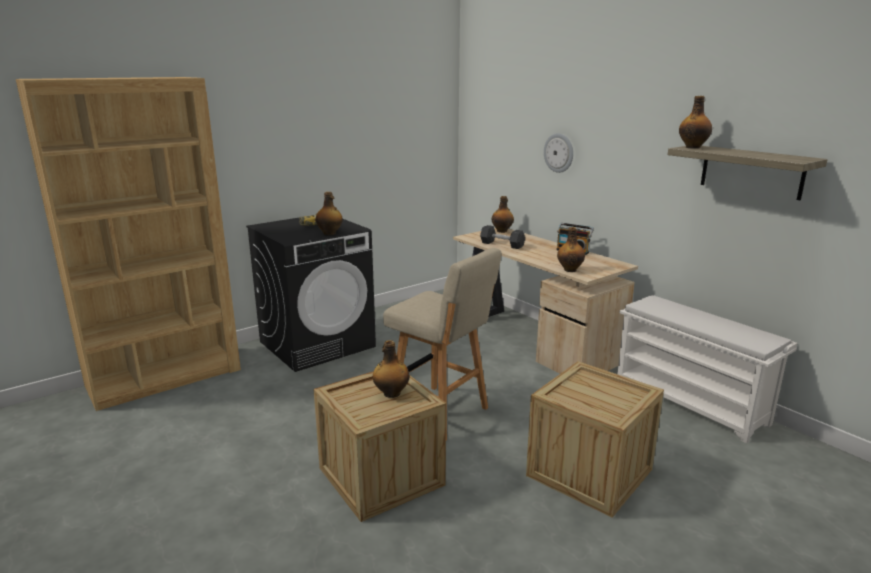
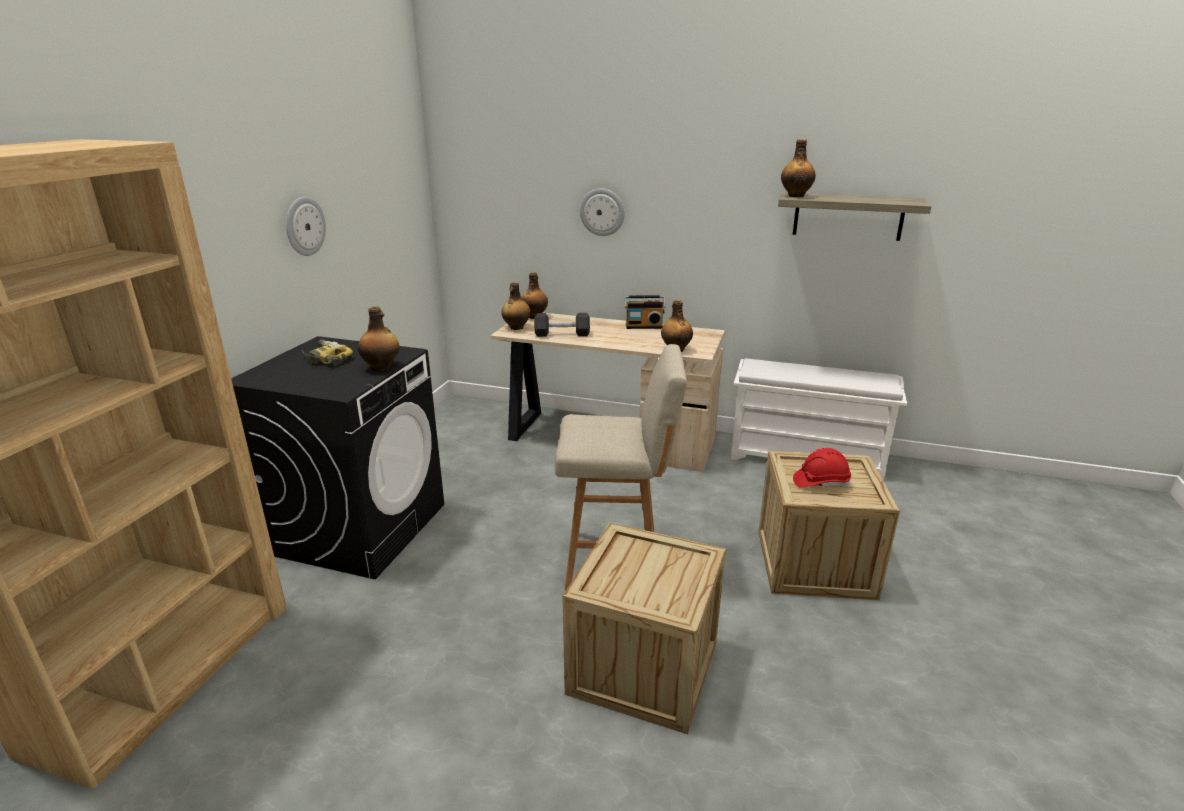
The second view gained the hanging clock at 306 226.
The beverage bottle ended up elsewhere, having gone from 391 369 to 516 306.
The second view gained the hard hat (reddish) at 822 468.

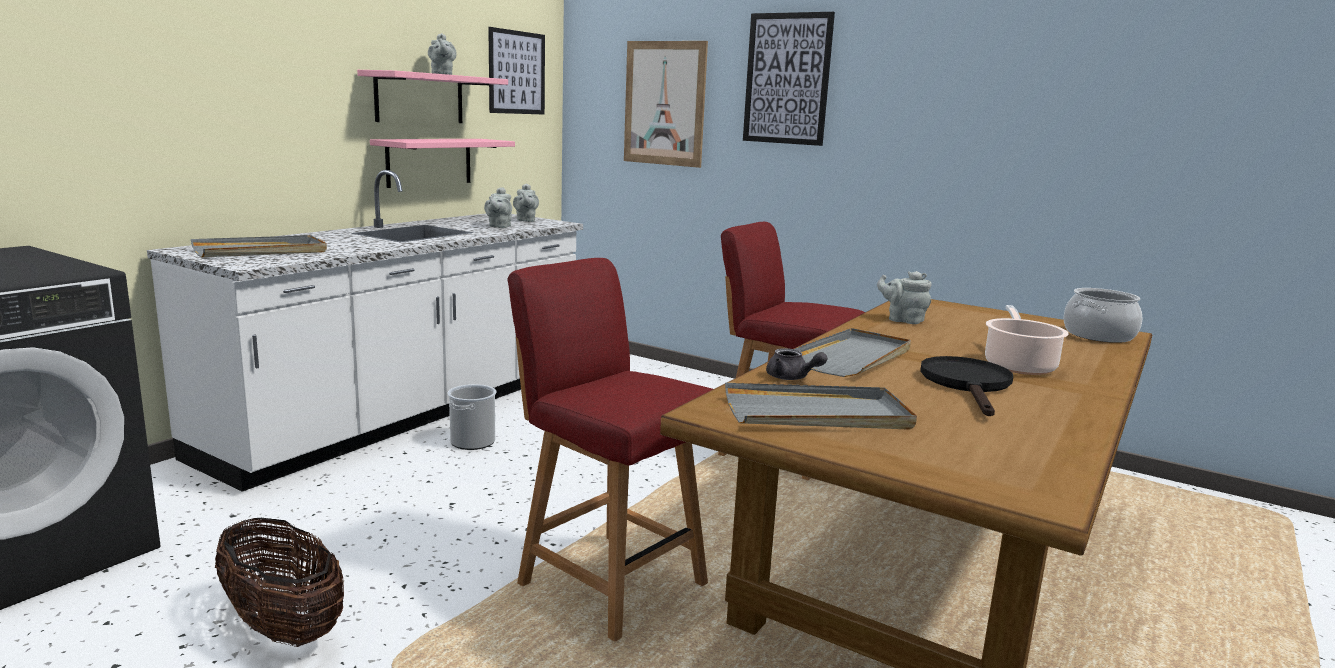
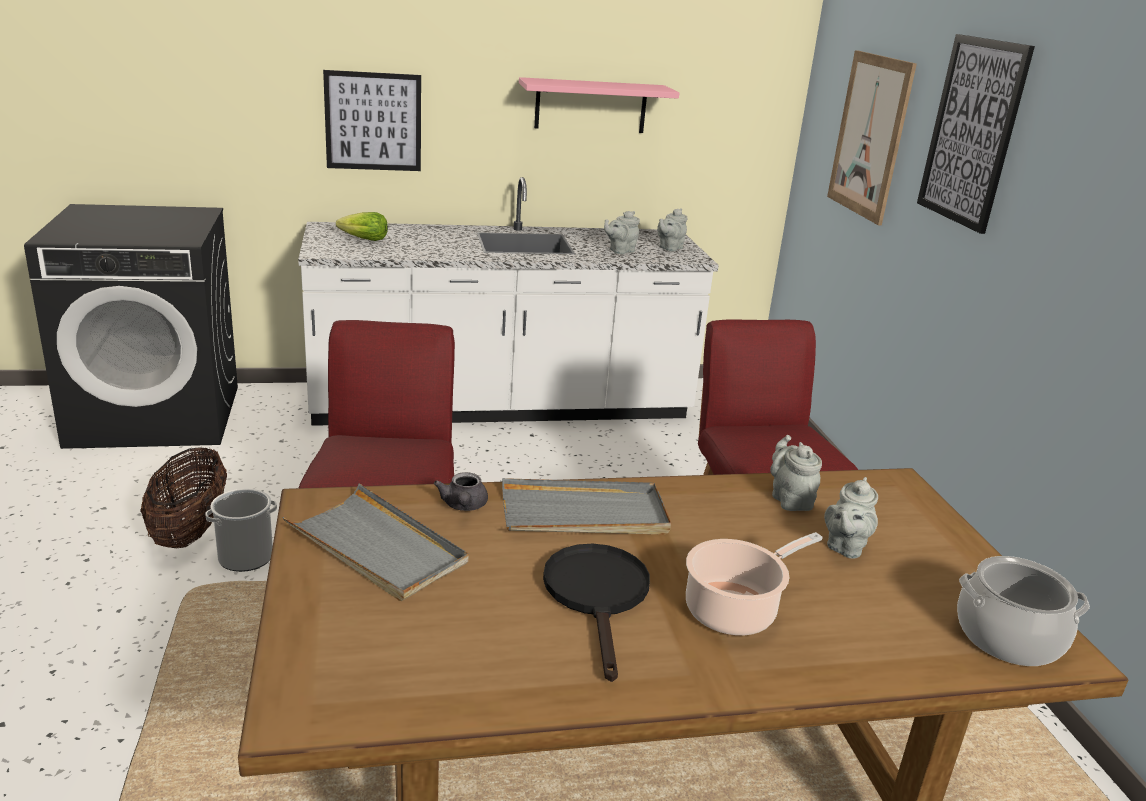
The bucket ended up elsewhere, having gone from 471 417 to 241 530.
The wall picture ended up elsewhere, having gone from 516 71 to 372 120.
Where the serving tray (gray) stood at 259 246, the lettuce head came to stand at 362 226.
The skillet (blackish) at 966 386 ended up facing another way, 60 degrees counterclockwise from before.
The teapot (gray) ended up elsewhere, having gone from 442 54 to 851 517.
The second view lost the shelf (pink-coloured) at 442 163.

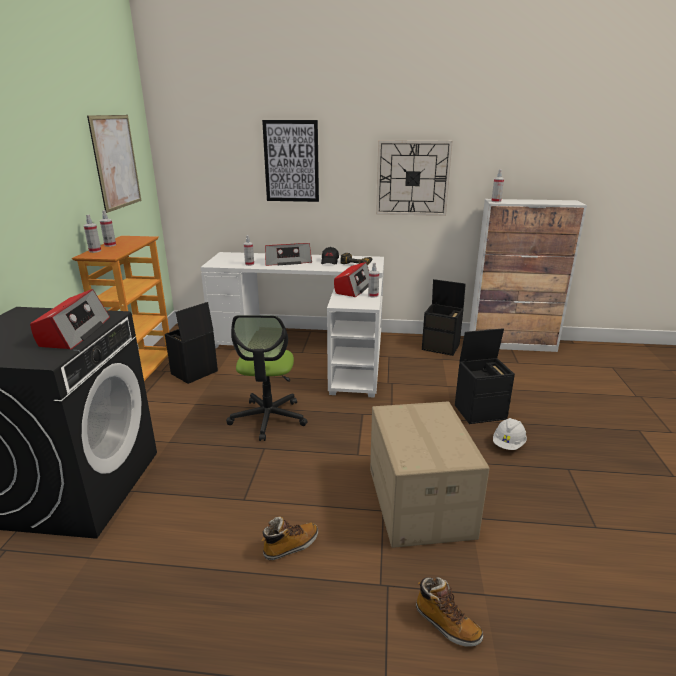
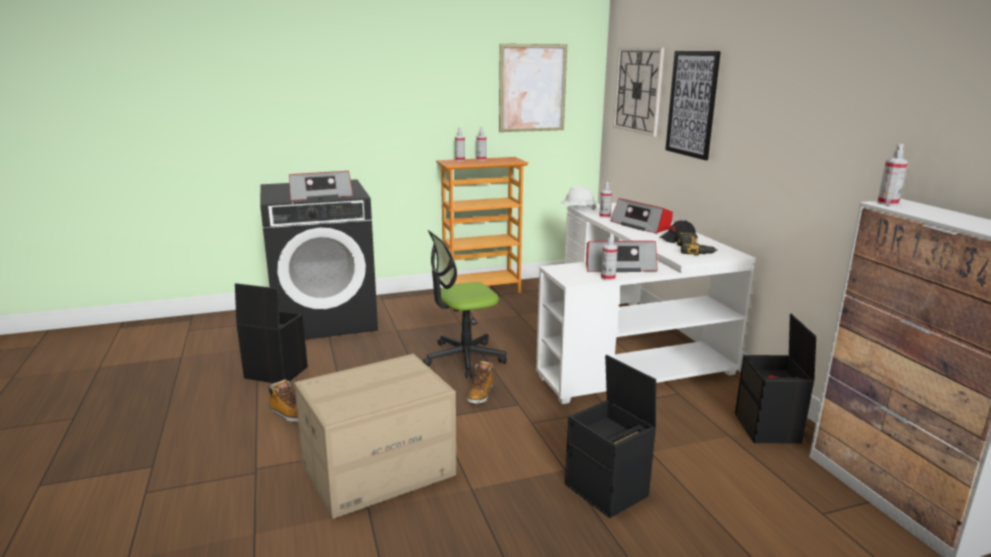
The storage container (blackish) ended up elsewhere, having gone from 191 343 to 271 333.
The high-top boot ended up elsewhere, having gone from 449 612 to 479 382.
The hard hat (whitish) ended up elsewhere, having gone from 510 434 to 578 198.
The hanging clock ended up elsewhere, having gone from 414 178 to 639 92.

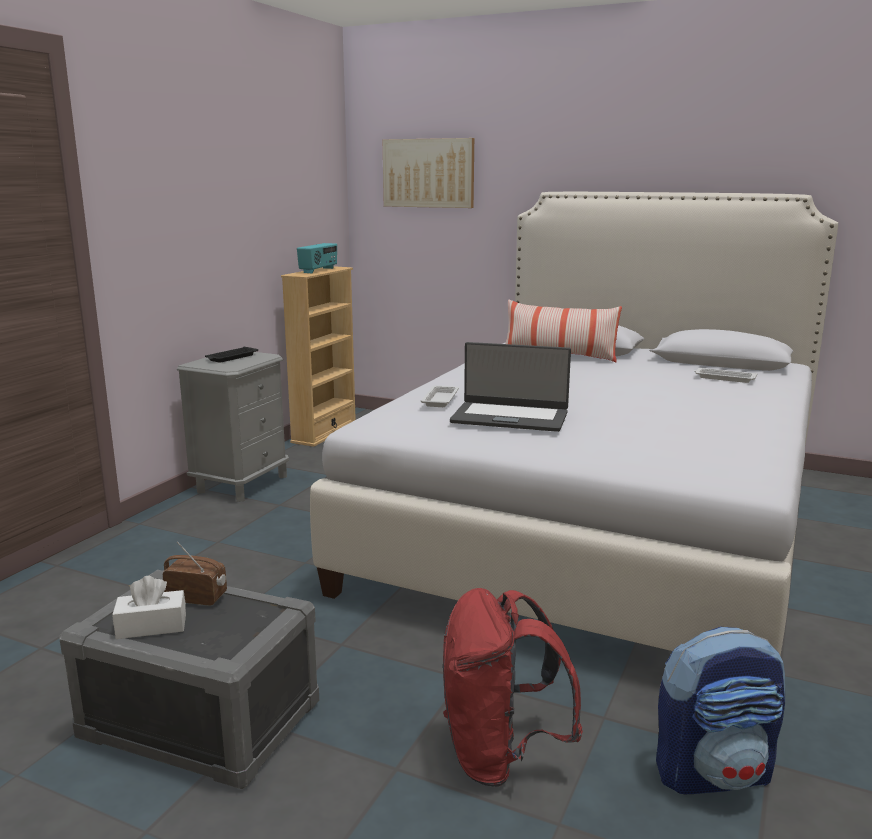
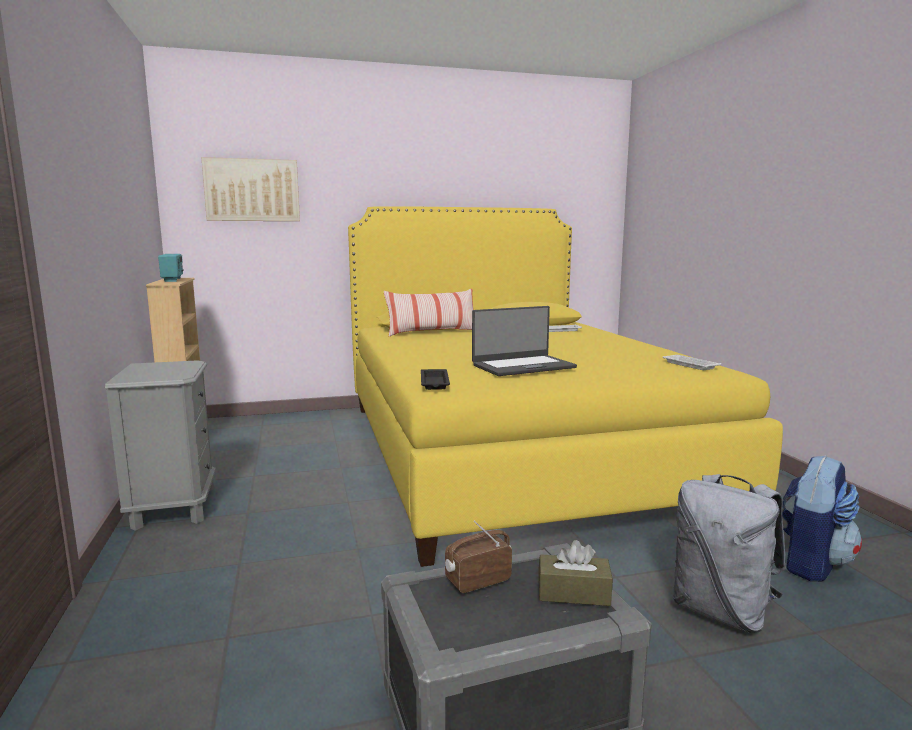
What was the sleeping bed (whitish) at 574 423 turned into the sleeping bed (yellow) at 565 386.
The serving tray (blackish) ended up elsewhere, having gone from 231 355 to 435 379.
The second view gained the tissue box (brownish) at 575 573.
The serving tray (whitish) ended up elsewhere, having gone from 440 396 to 691 362.
What was the backpack (reddish) at 513 687 turned into the backpack (gray) at 729 553.
The second view lost the tissue box (whitish) at 149 607.

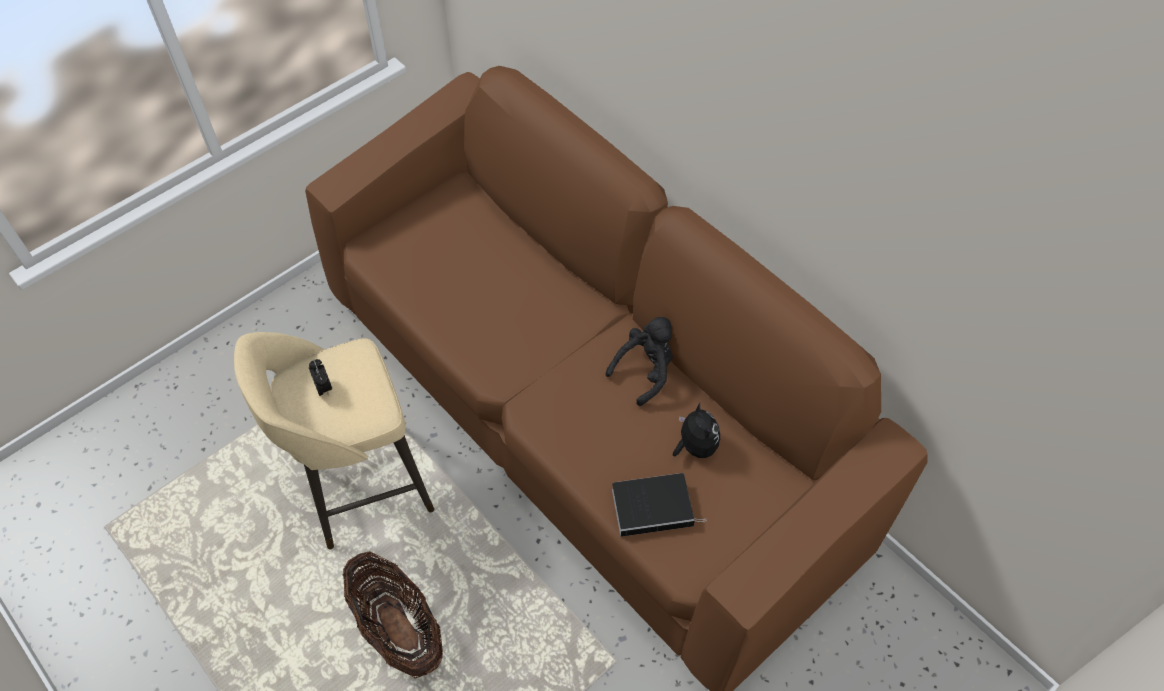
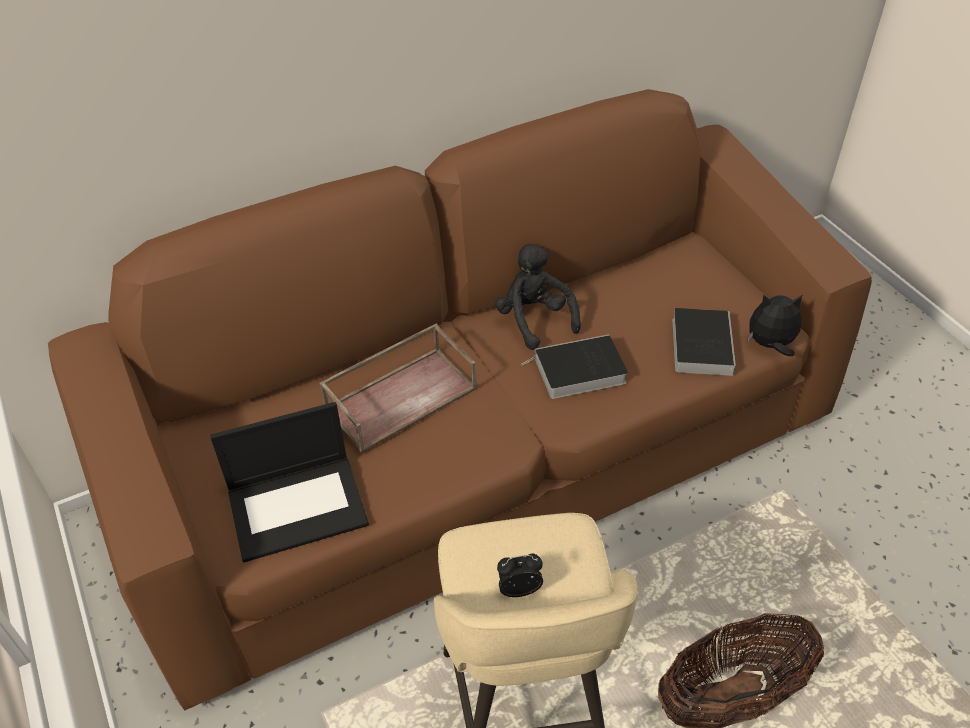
The second view gained the laptop at 289 482.
The second view gained the serving tray (brownish) at 398 388.
The second view gained the volume at 574 366.
The cuddly toy ended up elsewhere, having gone from 696 430 to 775 325.

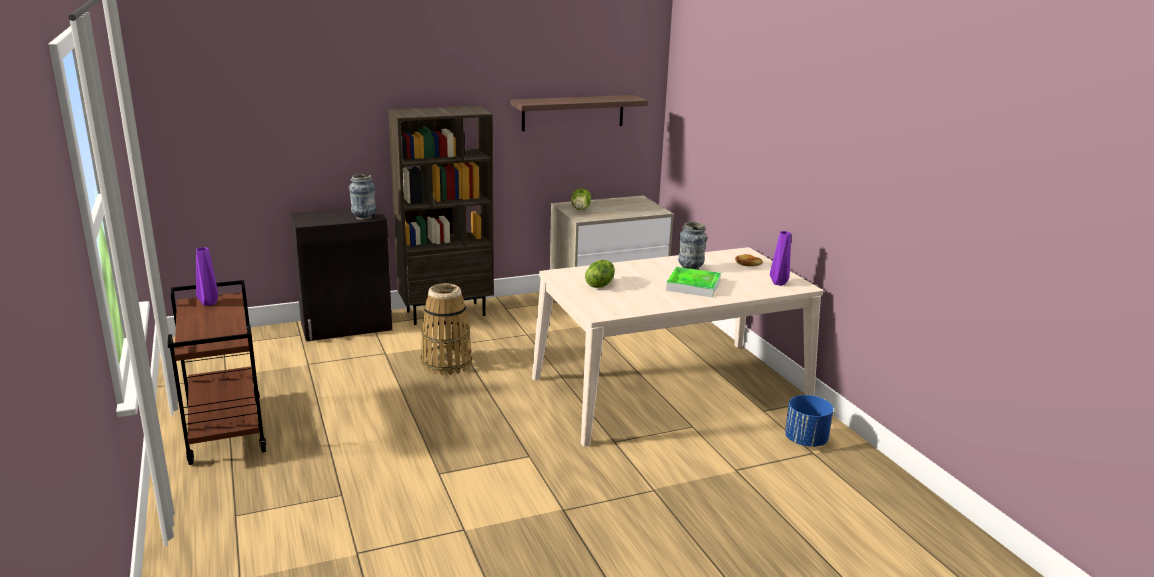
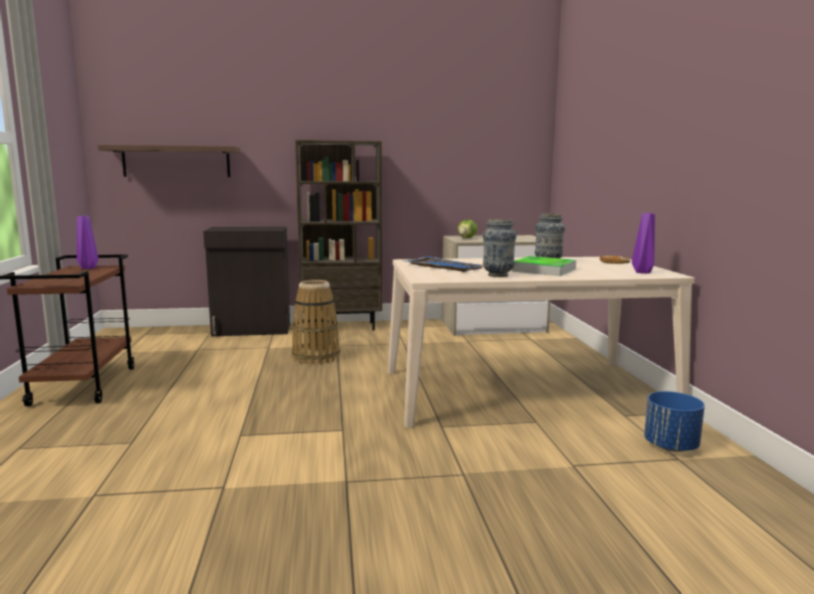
The shelf ended up elsewhere, having gone from 579 113 to 169 161.
Where the lettuce head stood at 600 274, the serving tray (blue) came to stand at 443 264.
The decorative vase ended up elsewhere, having gone from 362 197 to 499 248.

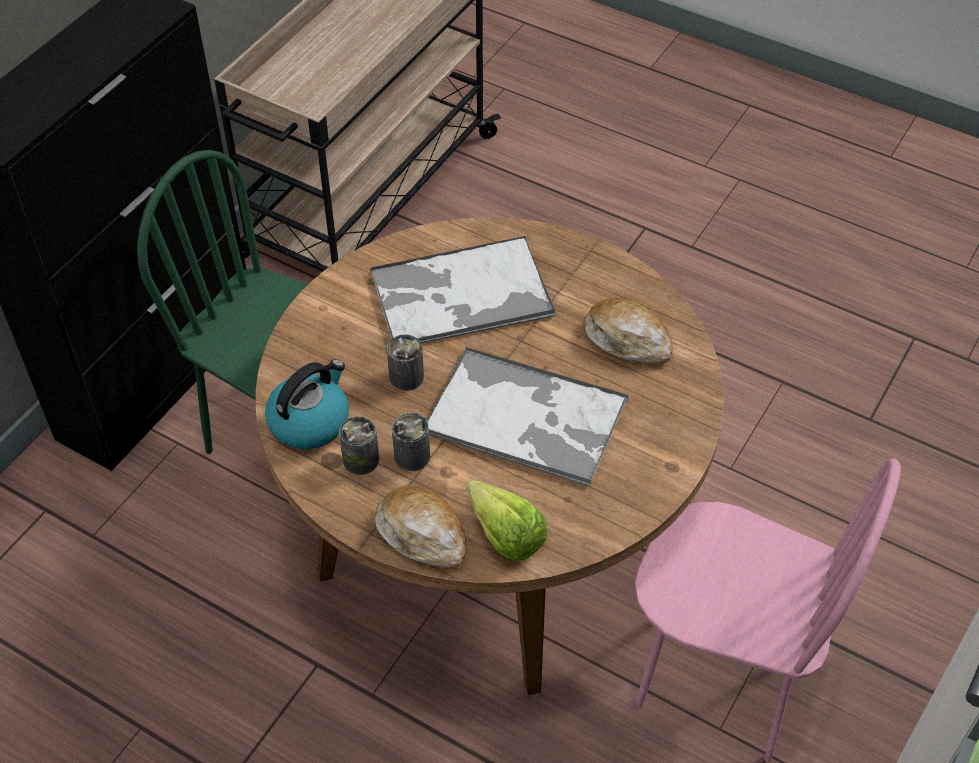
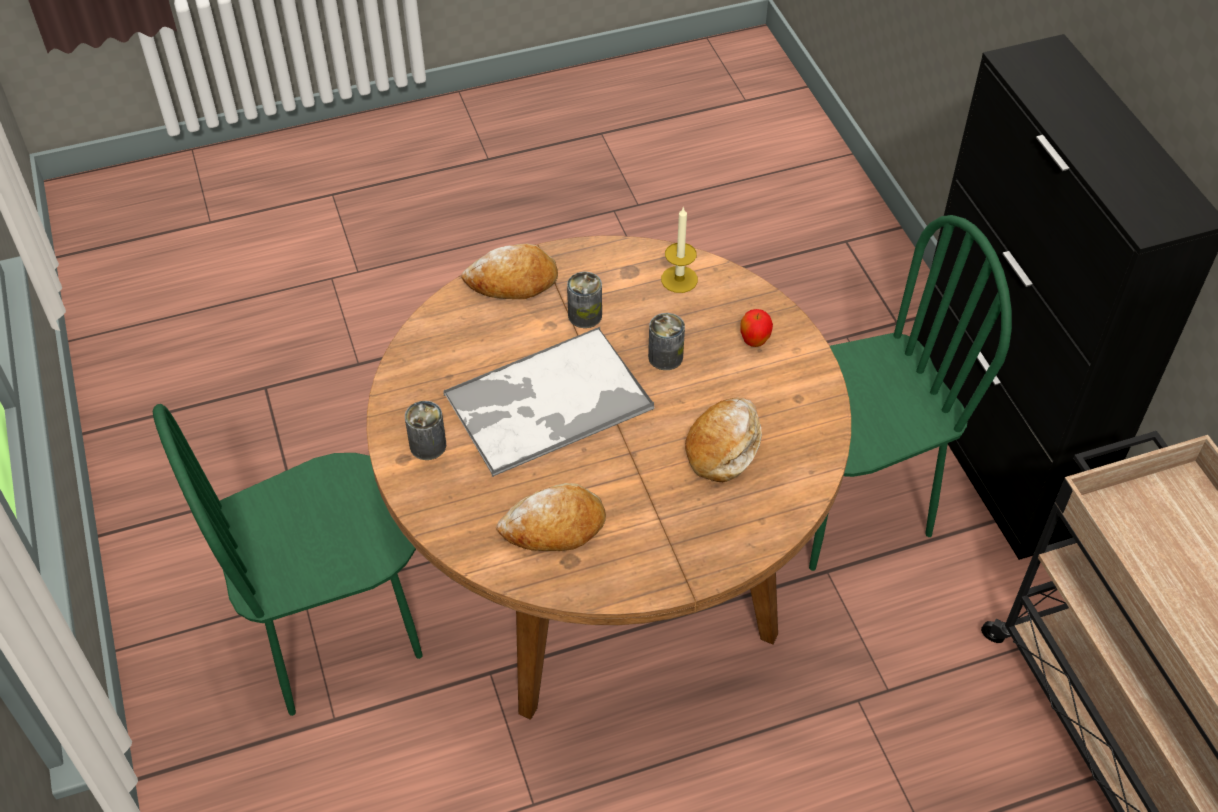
What was the plain chair (pink-coloured) at 768 610 turned into the plain chair (green-coloured) at 288 560.
The sealed can ended up elsewhere, having gone from 359 446 to 425 430.
Where the tea kettle stood at 307 404, the wax light came to stand at 679 249.
Where the serving tray stood at 463 289, the bread came to stand at 723 439.
The second view gained the whole apple at 756 328.
The second view lost the lettuce head at 506 520.

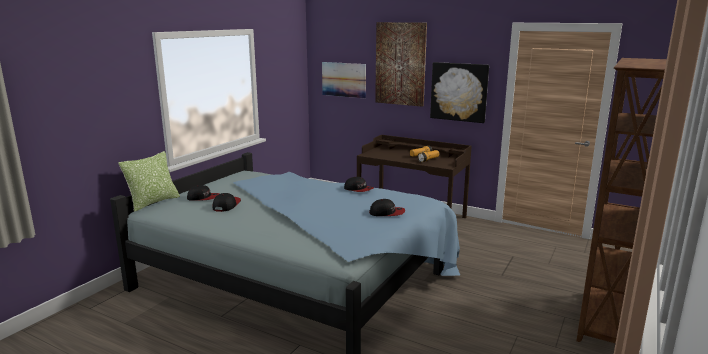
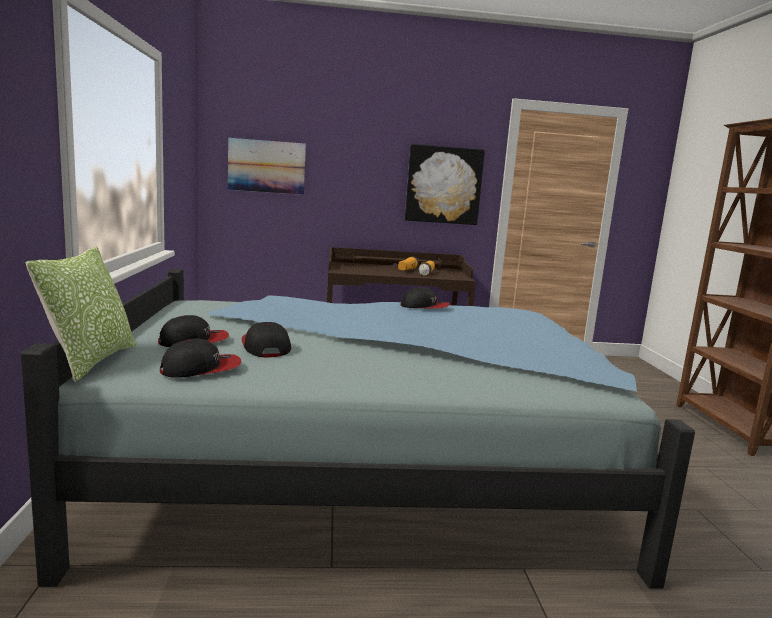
The baseball cap ended up elsewhere, having gone from 387 207 to 200 358.
The second view lost the wall picture at 401 64.

